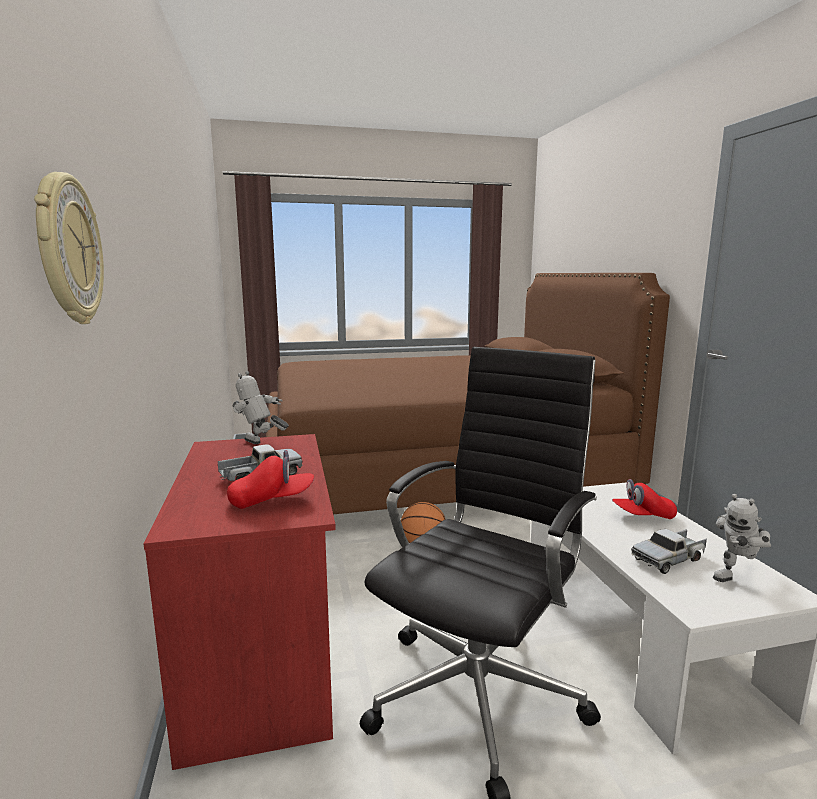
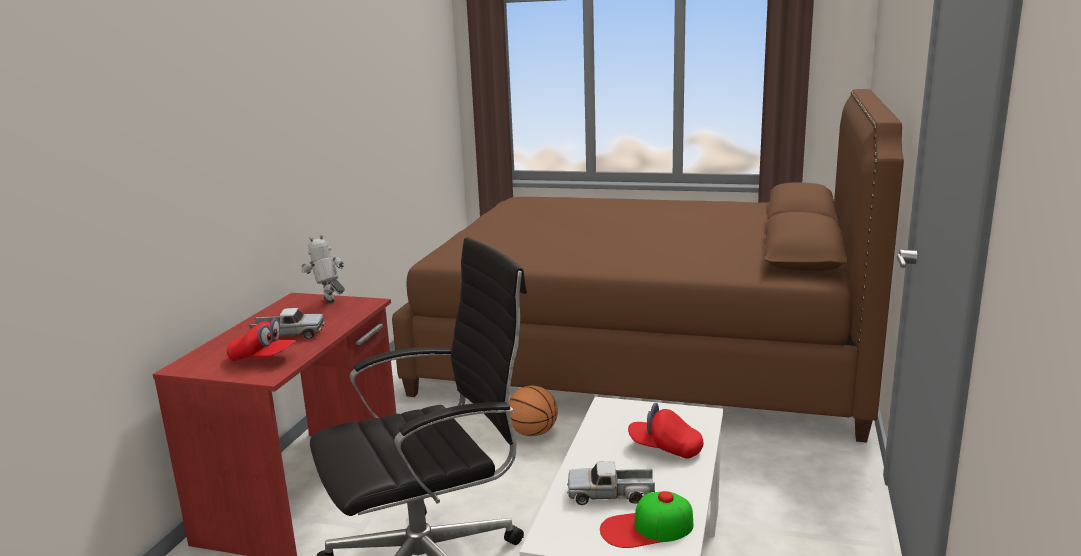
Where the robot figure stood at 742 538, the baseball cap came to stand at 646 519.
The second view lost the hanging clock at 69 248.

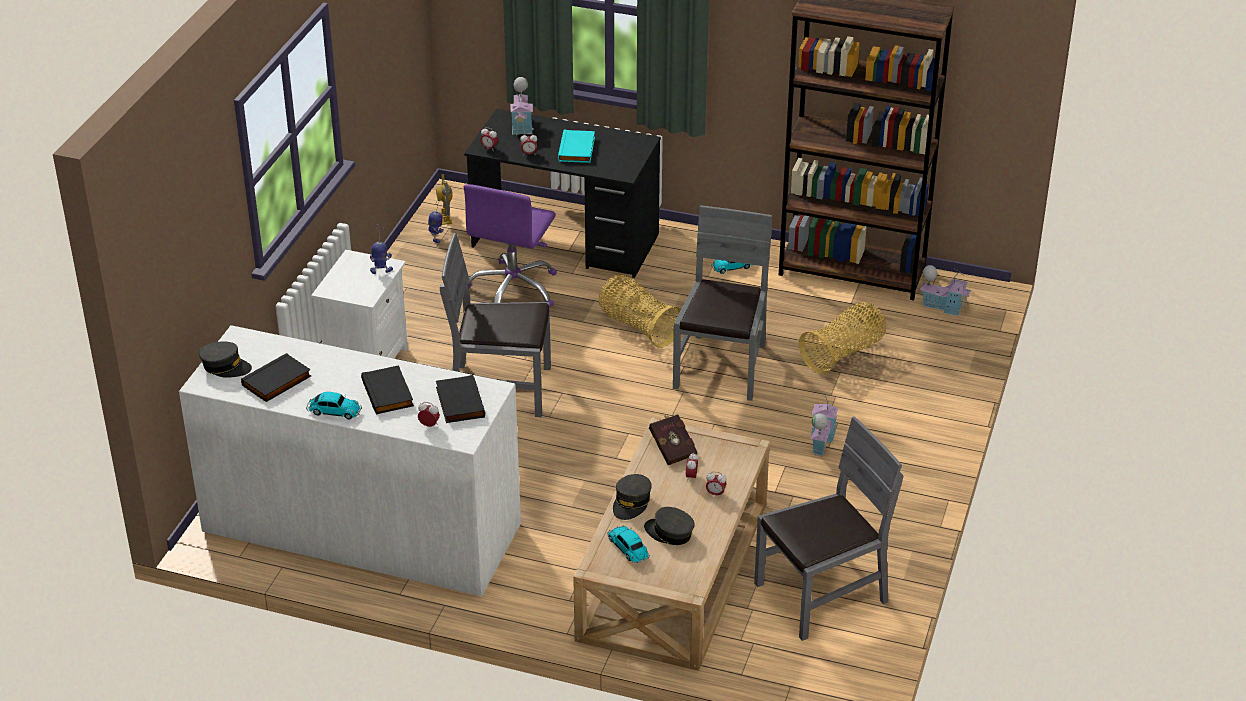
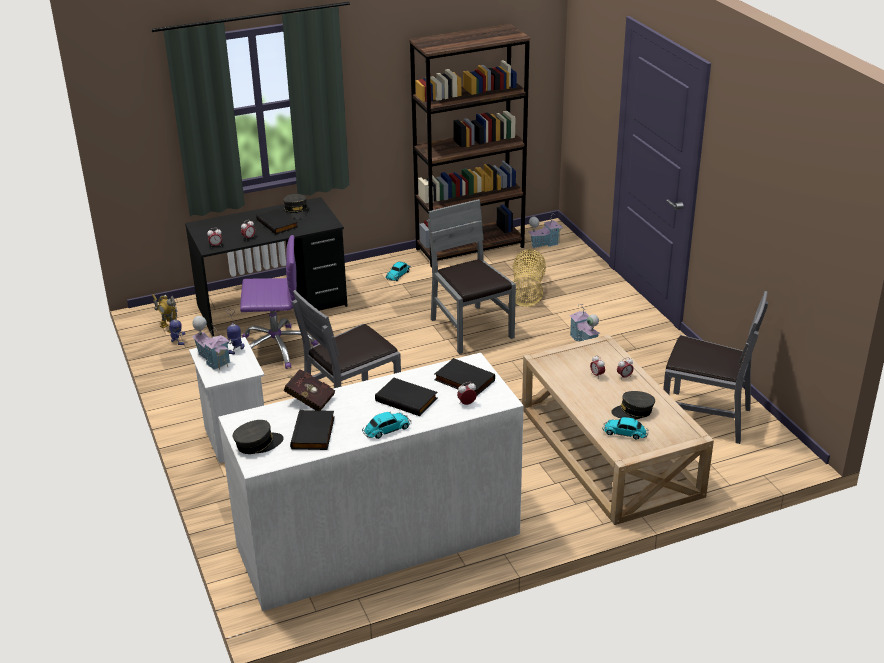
The miniature house ended up elsewhere, having gone from 521 106 to 211 343.
The desk chair (purple-coloured) at 510 246 ended up facing another way, 75 degrees counterclockwise from before.
What was the volume (turquoise) at 576 146 turned into the volume (blackish) at 277 221.
The baseball cap (gray) ended up elsewhere, having gone from 632 497 to 295 206.
The volume (reddish) ended up elsewhere, having gone from 673 439 to 309 390.
The plain chair (gray) at 828 528 ended up facing another way, 90 degrees clockwise from before.
The second view lost the basket at 640 311.

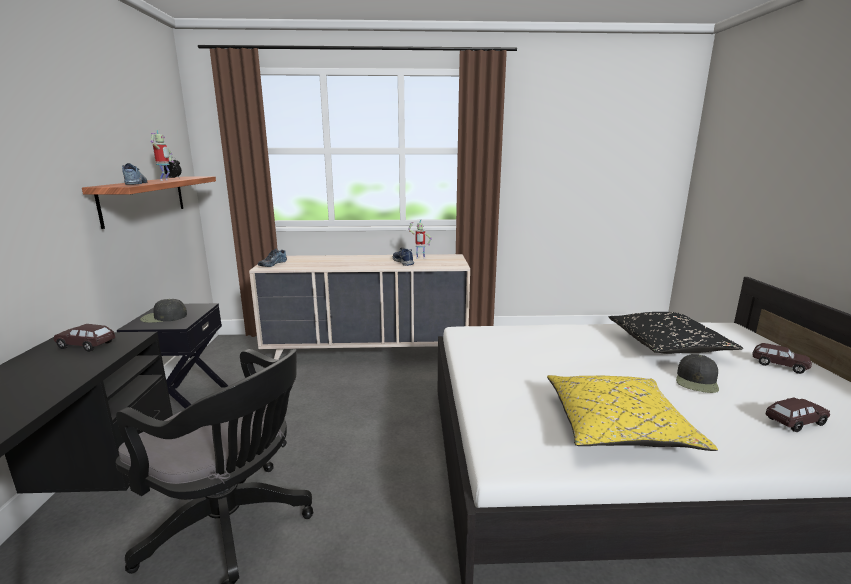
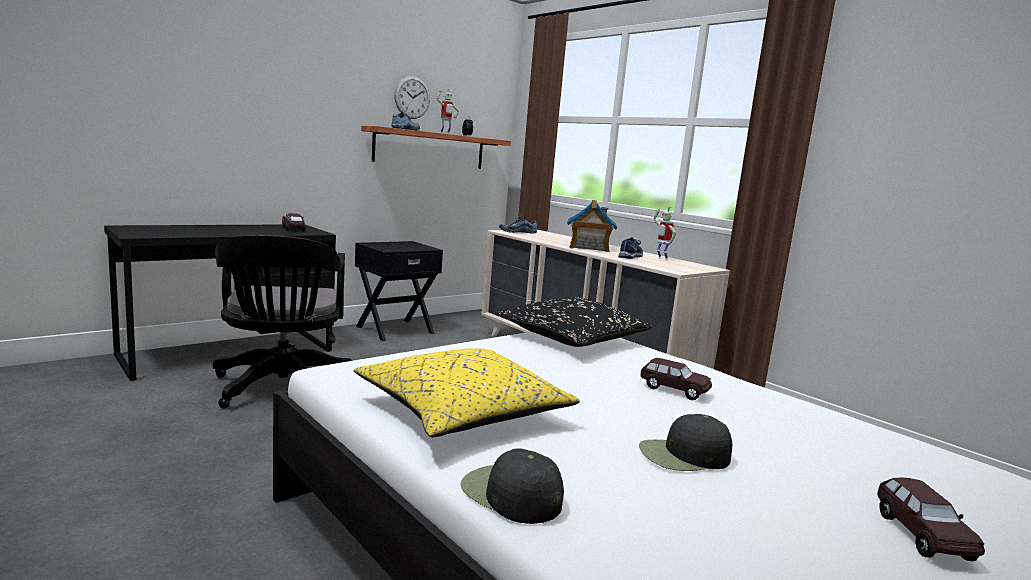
The second view gained the hanging clock at 412 97.
The baseball cap (blackish) ended up elsewhere, having gone from 163 311 to 512 486.
The throw pillow (blackish) ended up elsewhere, having gone from 676 333 to 574 322.
The second view gained the miniature house at 592 226.
The toy car (brownish) ended up elsewhere, having gone from 797 415 to 676 379.

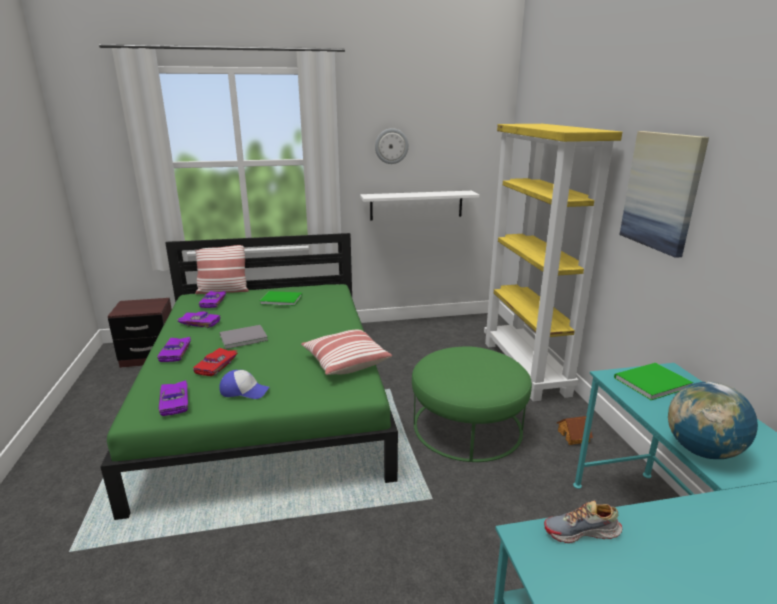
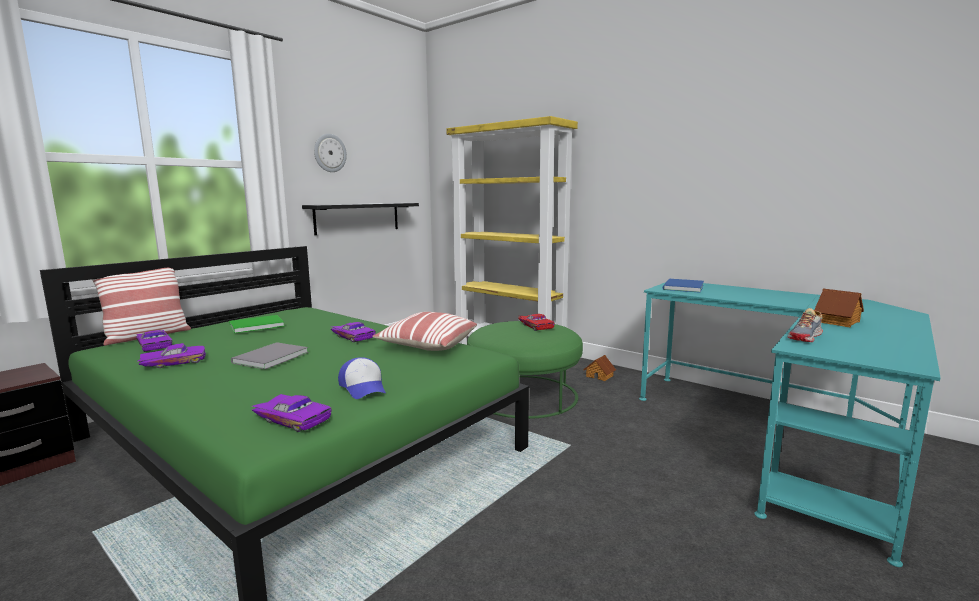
What was the shelf (whitish) at 420 206 turned into the shelf (blackish) at 360 219.
The toy car (purple-coloured) ended up elsewhere, having gone from 174 349 to 353 332.
The baseball cap at 244 384 ended up facing another way, 90 degrees clockwise from before.
The toy car (reddish) ended up elsewhere, having gone from 215 362 to 536 322.
What was the volume (green-coloured) at 653 381 turned into the volume (blue) at 683 286.
The second view gained the miniature house at 839 308.
The second view lost the wall picture at 664 194.
The second view lost the world globe at 713 420.

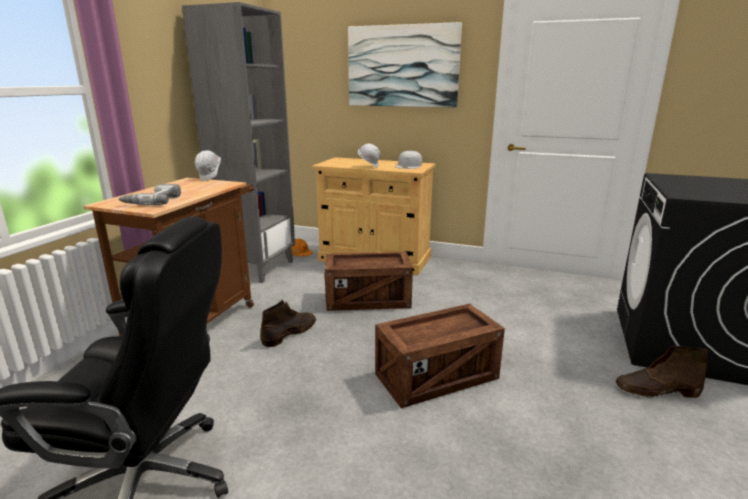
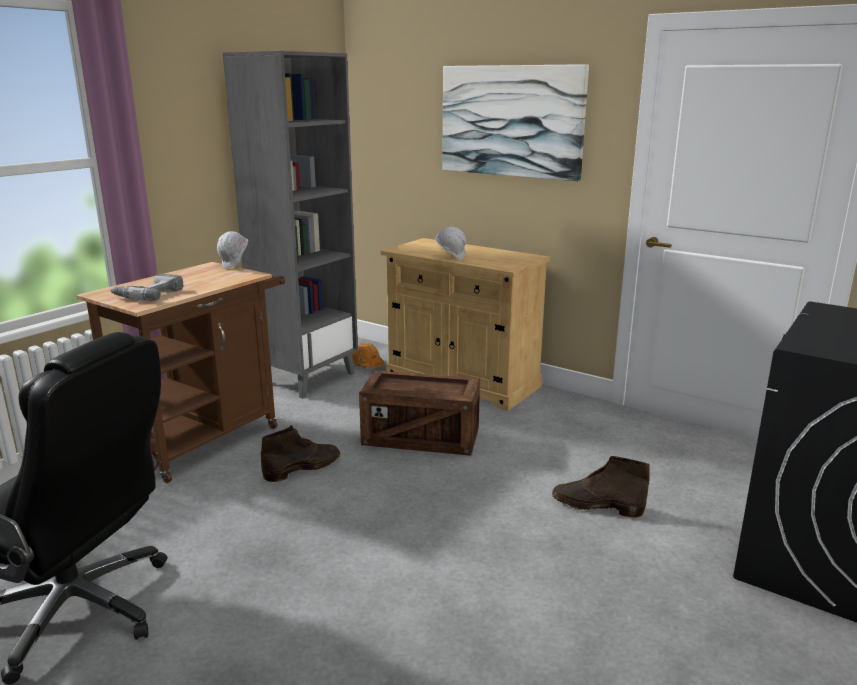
The high-top boot (brownish) ended up elsewhere, having gone from 662 372 to 601 487.
The second view lost the packing crate at 440 356.
The second view lost the baseball cap (whitish) at 408 159.

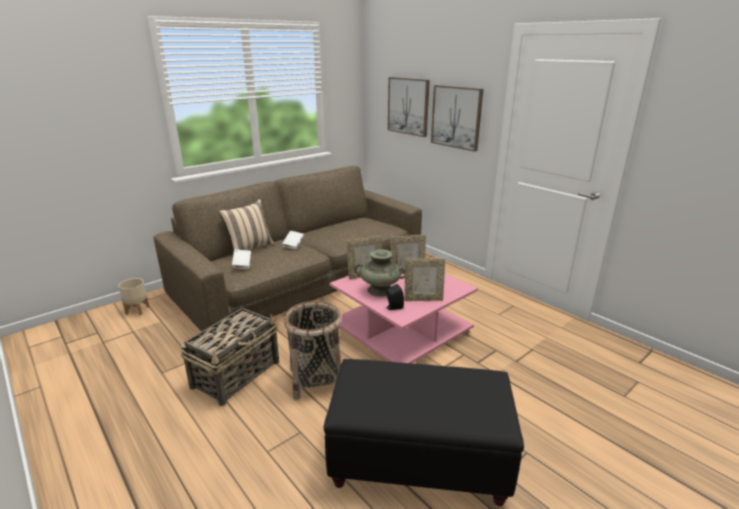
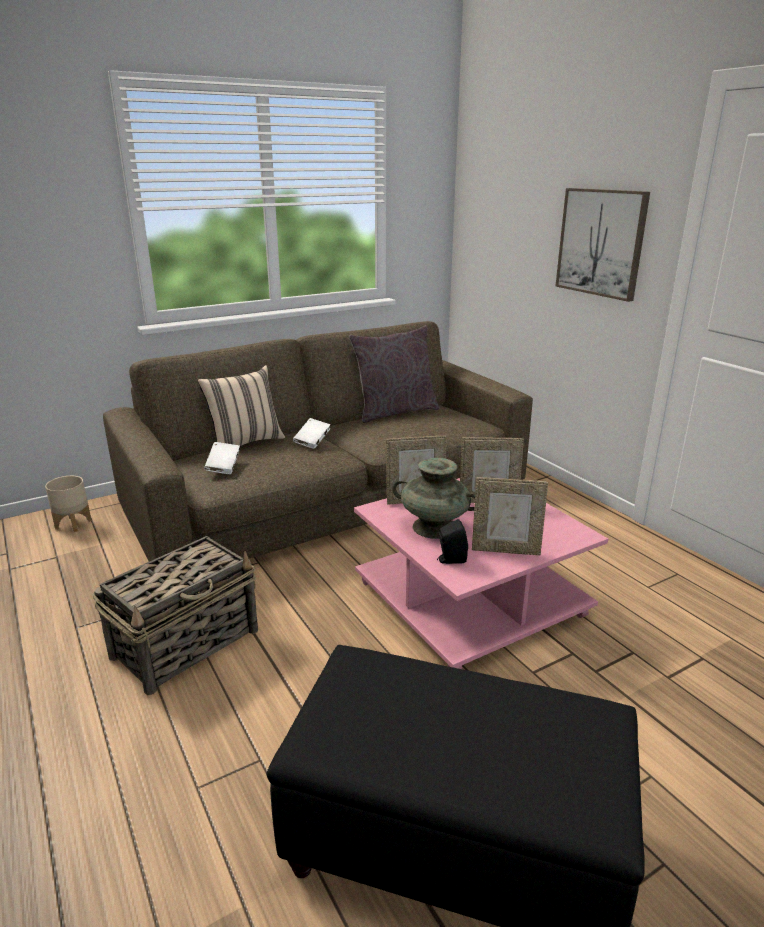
The second view gained the throw pillow (gray) at 394 374.
The second view lost the basket at 312 350.
The second view lost the wall picture at 409 107.

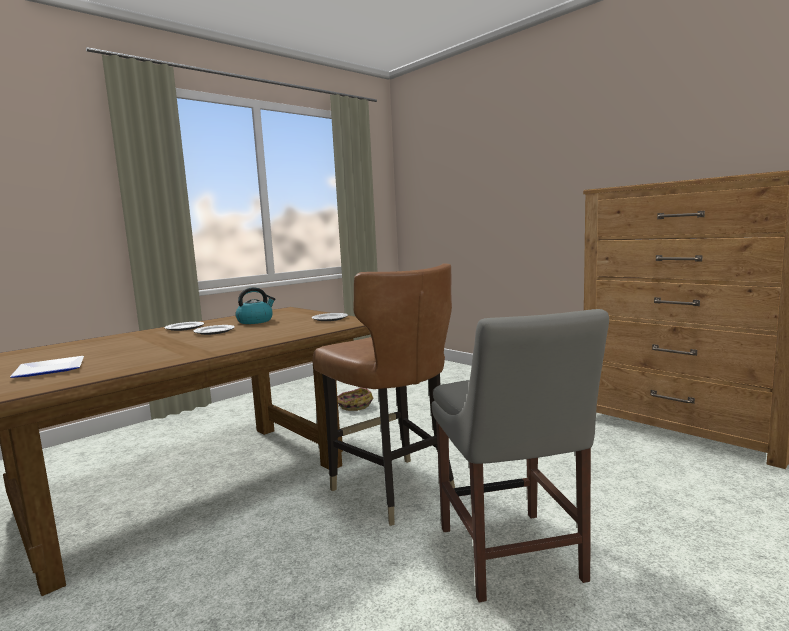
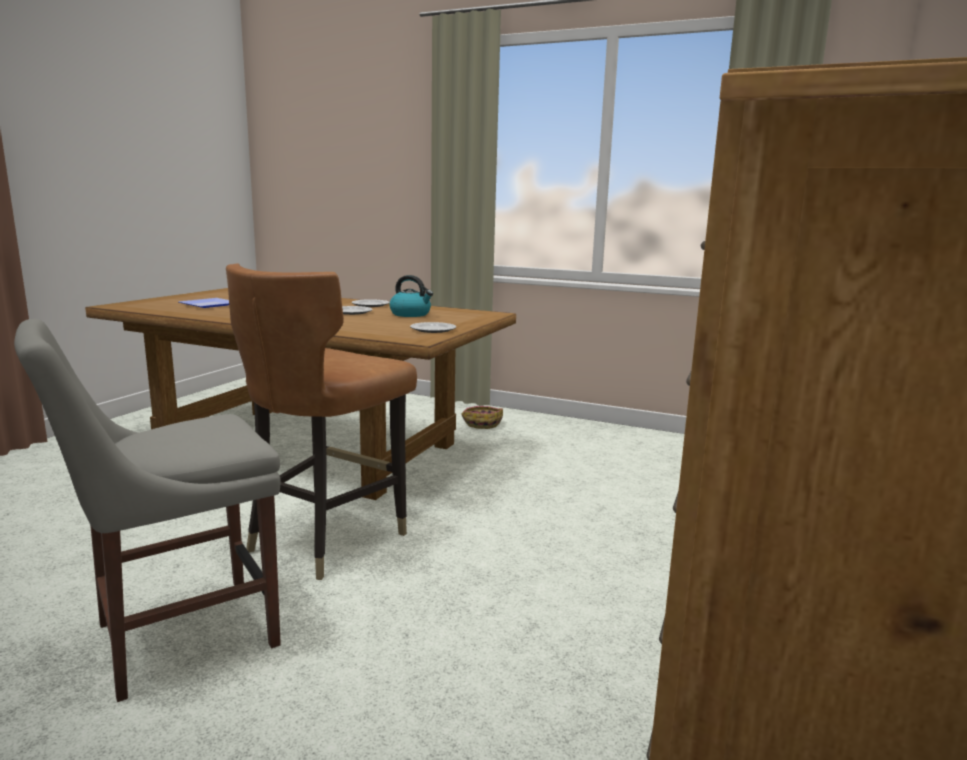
The basket ended up elsewhere, having gone from 355 399 to 482 417.

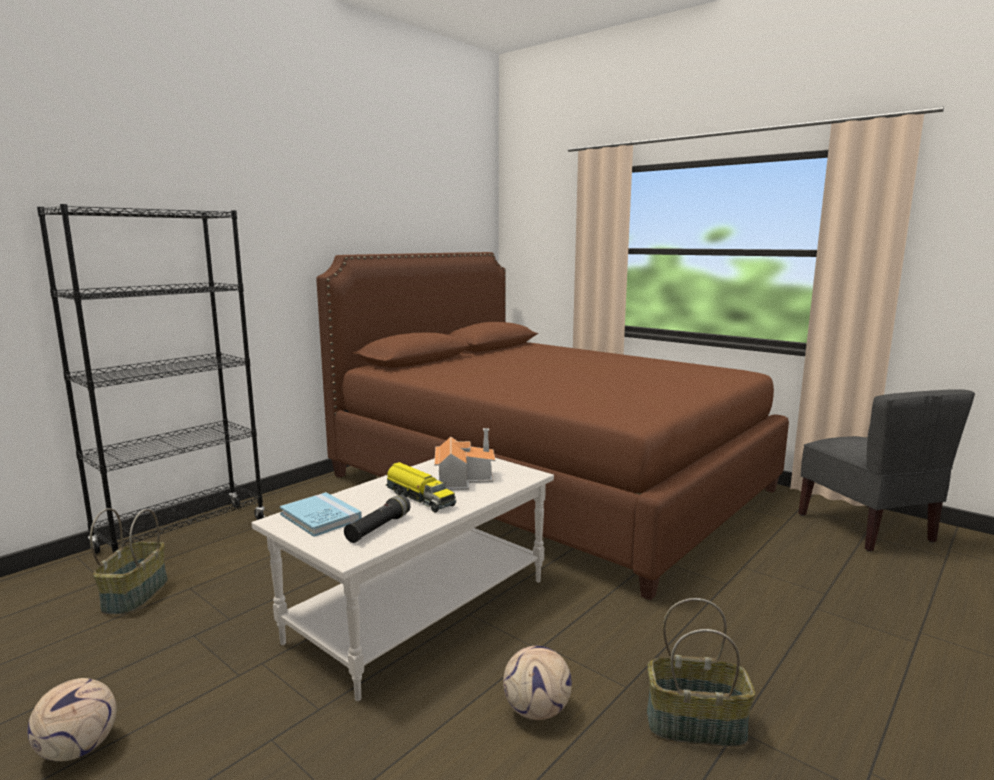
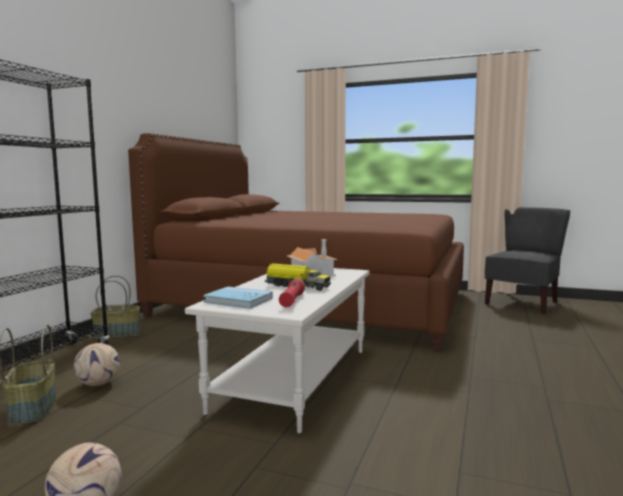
The football ball ended up elsewhere, having gone from 537 683 to 97 364.
The basket ended up elsewhere, having gone from 701 672 to 116 307.
What was the flashlight (blackish) at 377 519 turned into the flashlight (reddish) at 292 292.
The plain chair (gray) at 886 470 ended up facing another way, 105 degrees counterclockwise from before.

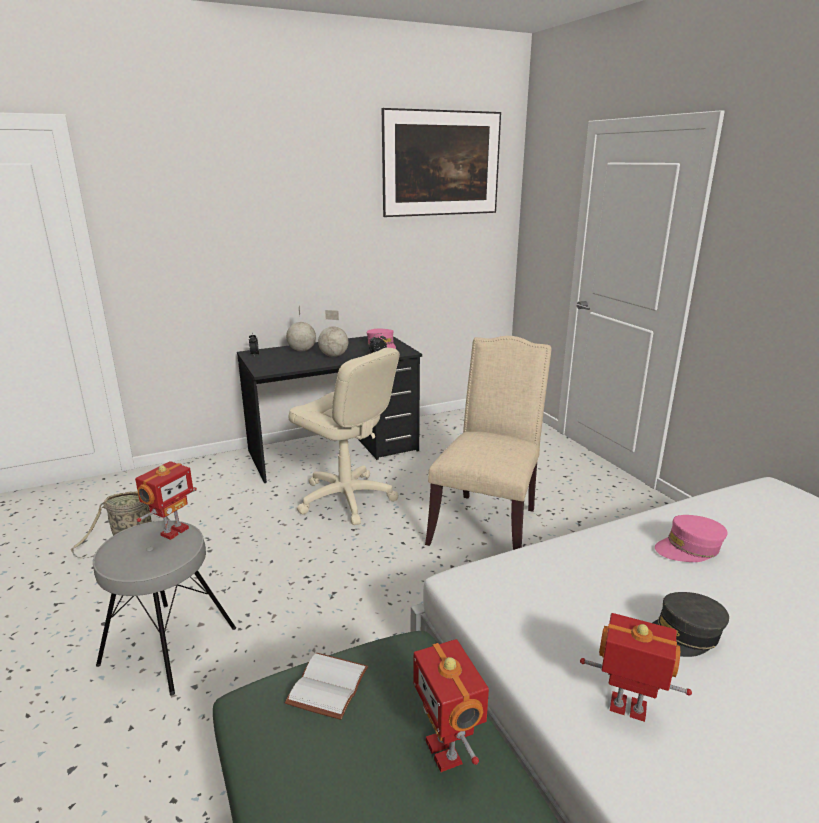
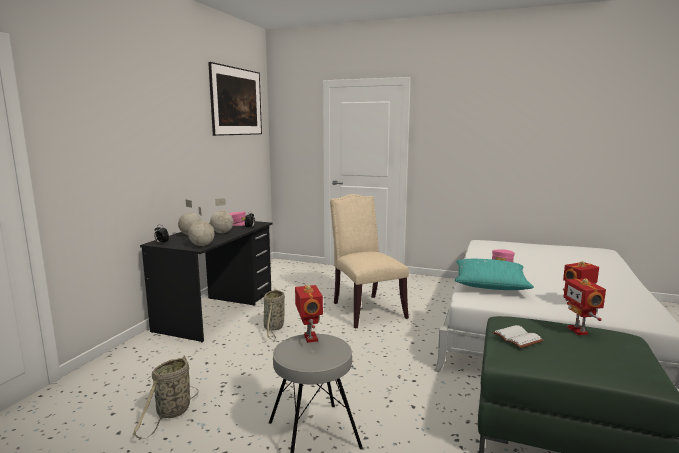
The second view gained the world globe at 201 226.
Where the desk chair (sand-coloured) stood at 344 436, the basket came to stand at 273 314.
The second view gained the throw pillow (turquoise) at 494 274.
The robot figure at 451 705 ended up facing another way, 60 degrees clockwise from before.
The second view lost the baseball cap (gray) at 690 624.

